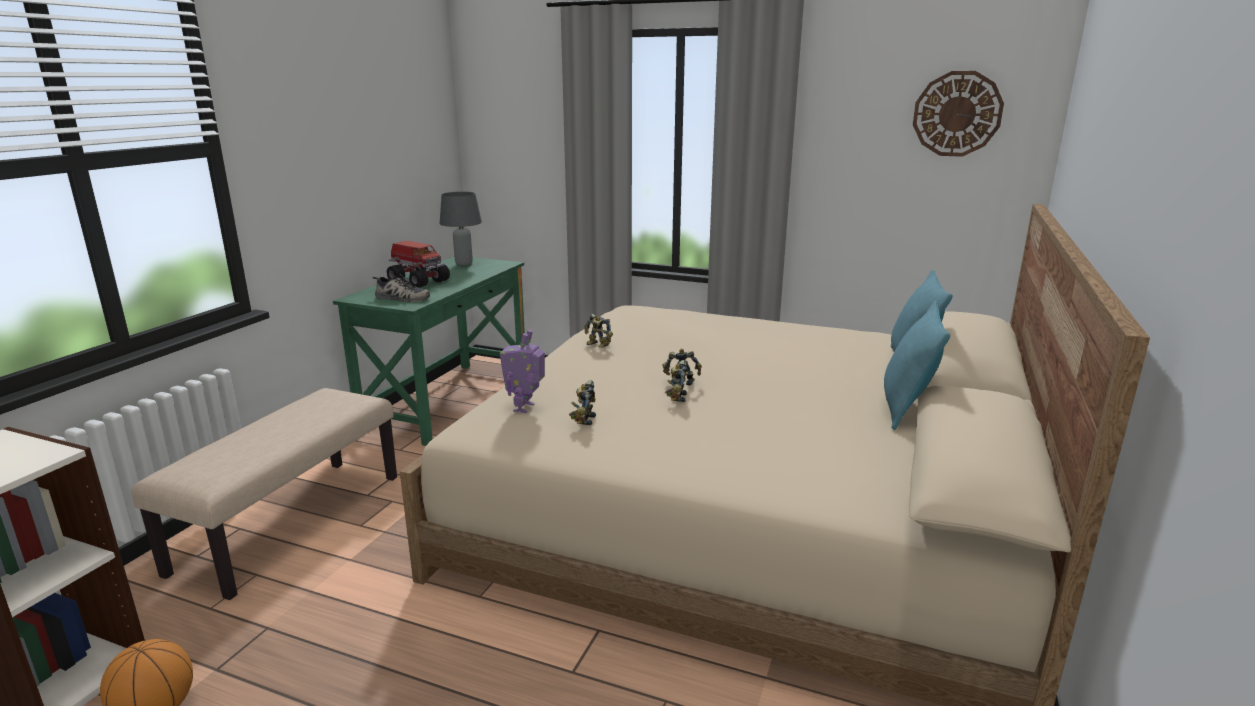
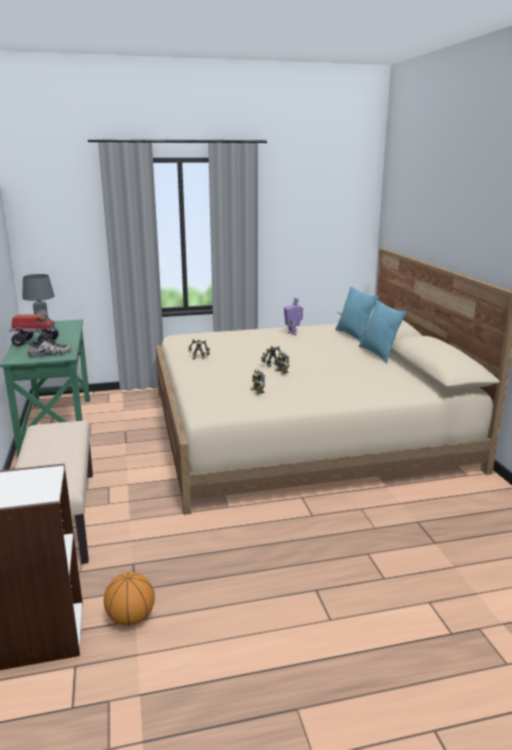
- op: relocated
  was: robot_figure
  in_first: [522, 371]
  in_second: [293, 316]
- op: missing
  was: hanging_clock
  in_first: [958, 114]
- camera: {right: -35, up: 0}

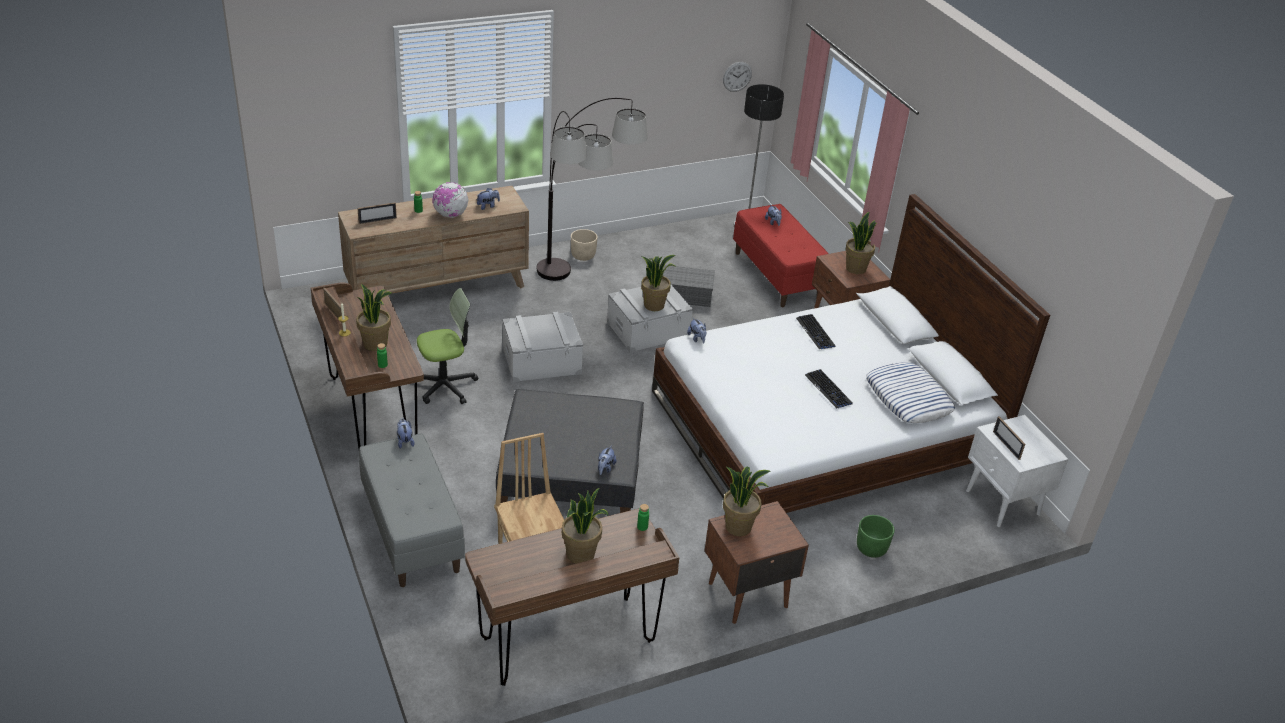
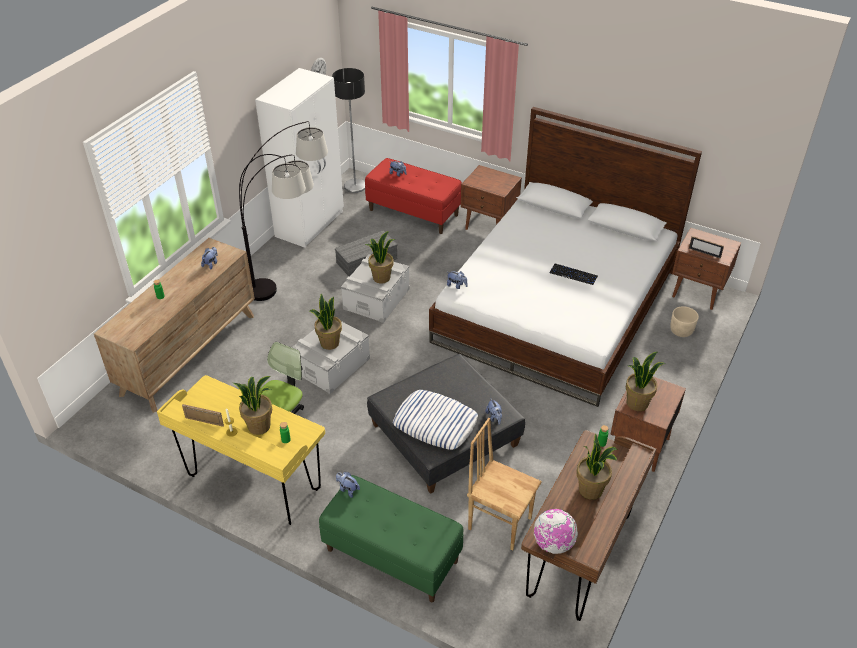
- op: colour
  was: brown-coloured_desk_table
  now: yellow_desk_table
  in_first: [367, 366]
  in_second: [241, 450]
- op: missing
  was: picture_frame
  in_first: [377, 213]
- op: colour
  was: gray_bench
  now: green_bench
  in_first: [412, 510]
  in_second: [391, 538]
- op: relocated
  was: desk_globe
  in_first: [450, 200]
  in_second: [556, 531]
- op: relocated
  was: beige-coloured_planter
  in_first: [584, 245]
  in_second: [684, 321]
- op: missing
  was: computer_keyboard
  in_first: [815, 331]
- op: relocated
  was: potted_plant
  in_first: [860, 243]
  in_second: [326, 321]
- op: missing
  was: green_planter
  in_first: [876, 536]
- op: relocated
  was: cushion
  in_first: [910, 392]
  in_second: [435, 420]
- op: colour
  was: white_bedside_table
  now: brown-coloured_bedside_table
  in_first: [1017, 471]
  in_second: [706, 269]
- op: appeared
  now: white_clothes_cupboard
  in_second: [299, 158]
- camera: {right: -35, up: 5}

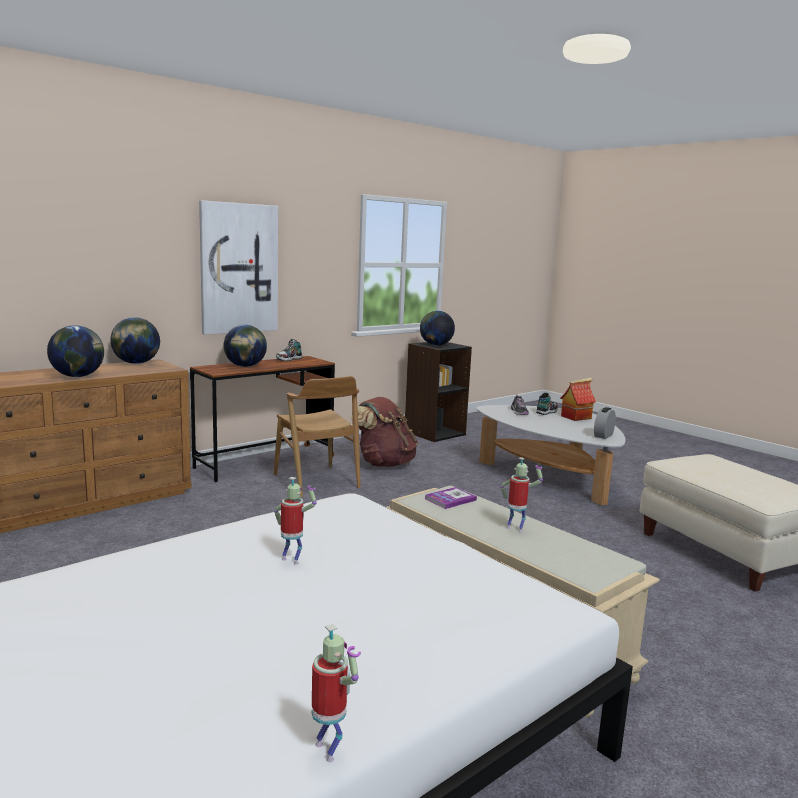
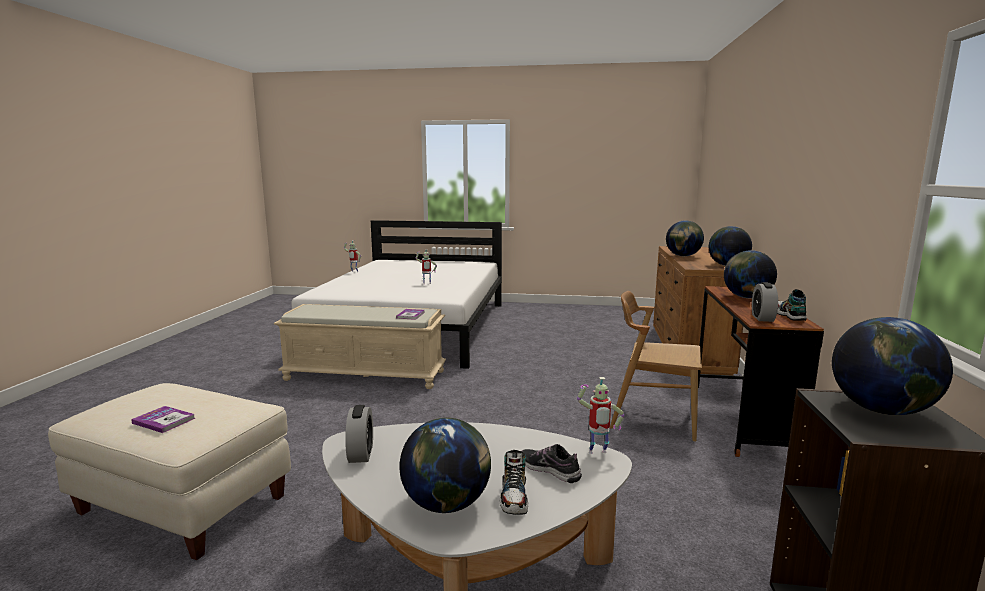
- op: missing
  was: wall_art
  in_first: [238, 267]
- op: missing
  was: brown-coloured_knapsack
  in_first: [384, 432]
- op: relocated
  was: robot_figure
  in_first: [521, 495]
  in_second: [601, 415]
- op: exchanged
  was: miniature_house
  now: desk_globe
  in_first: [578, 399]
  in_second: [445, 465]
- op: appeared
  now: volume
  in_second: [163, 419]
- op: appeared
  now: bedside_clock
  in_second: [765, 302]
- camera: {right: 140, up: 0}

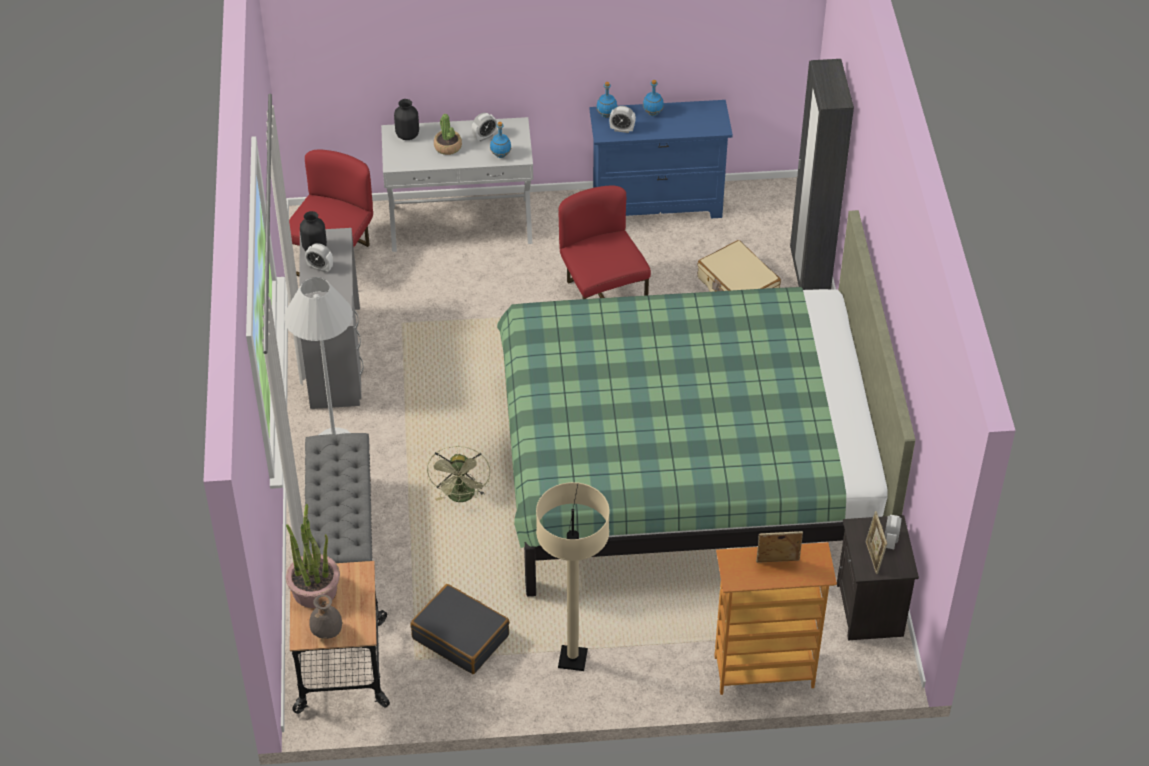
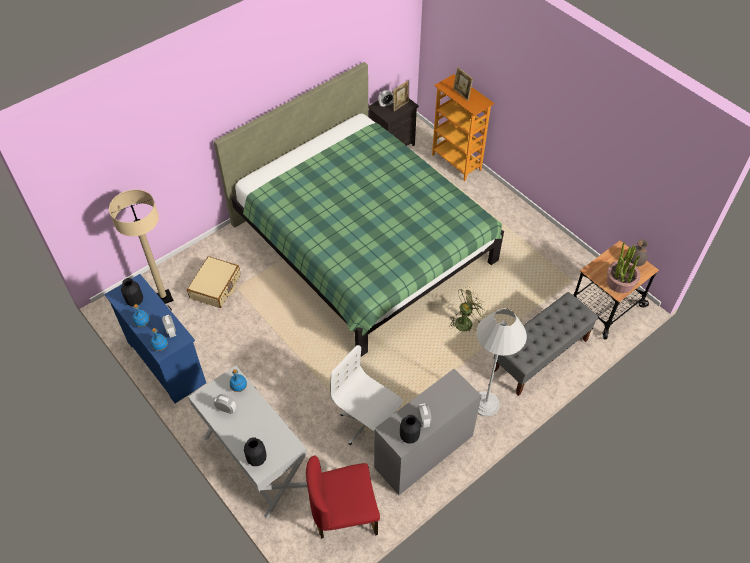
- op: missing
  was: black_suitcase
  in_first: [460, 629]
- op: missing
  was: potted_plant
  in_first: [448, 134]
- op: relocated
  was: beige-coloured_floor_lamp
  in_first: [573, 576]
  in_second: [141, 246]
- op: missing
  was: red-coloured_chair
  in_first: [605, 242]
- op: missing
  was: black_clothes_cupboard
  in_first: [822, 174]
- op: appeared
  now: black_decorative_vase
  in_second: [132, 292]
- op: appeared
  now: white_office_chair
  in_second: [366, 395]
- camera: {right: -125, up: 5}

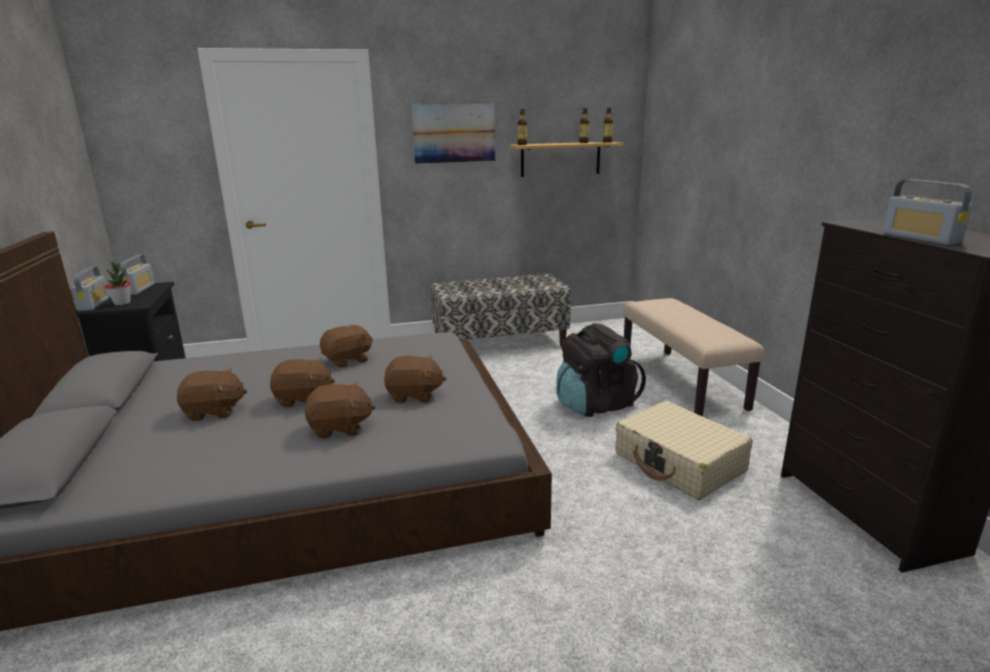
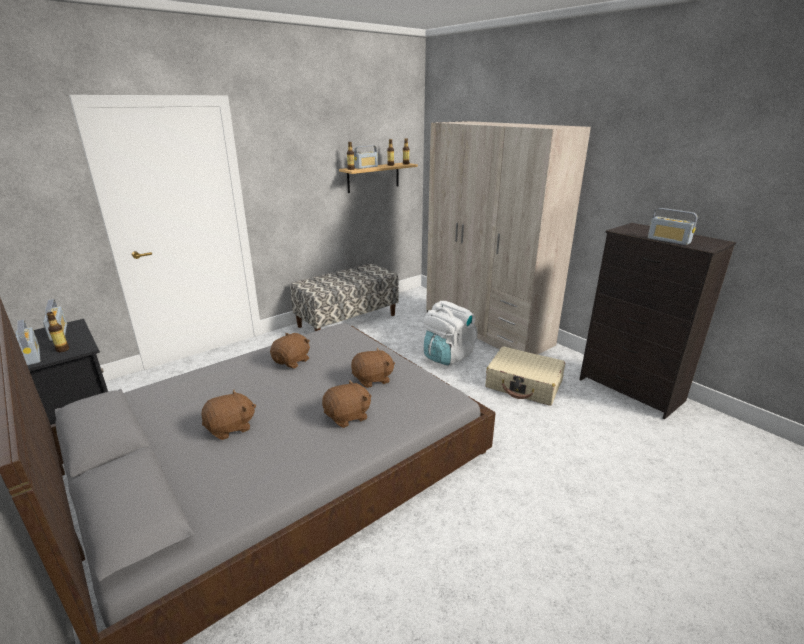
- op: exchanged
  was: potted_plant
  now: beverage_bottle
  in_first: [118, 283]
  in_second: [58, 332]
- op: missing
  was: brown-coloured_cuddly_toy
  in_first: [302, 382]
- op: missing
  was: wall_art
  in_first: [453, 134]
- op: colour
  was: black_knapsack
  now: white_knapsack
  in_first: [601, 370]
  in_second: [450, 333]
- op: exchanged
  was: beige-coloured_bench
  now: beige-coloured_clothes_cupboard
  in_first: [693, 357]
  in_second: [508, 238]
- op: appeared
  now: radio_set
  in_second: [366, 157]
- camera: {right: -25, up: 5}

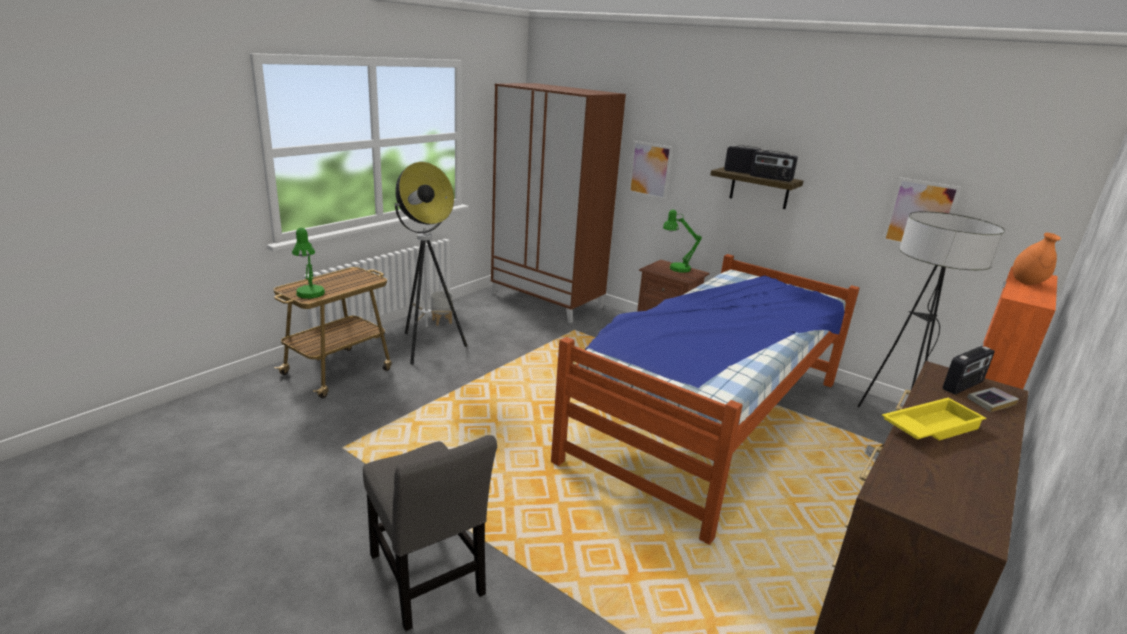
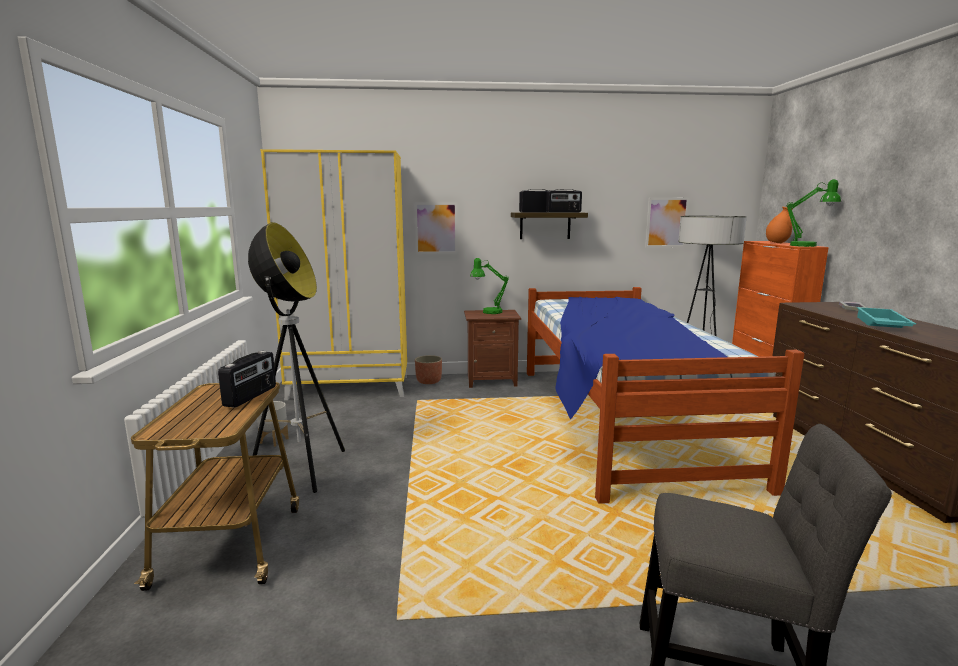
- op: relocated
  was: green_table_lamp
  in_first: [308, 263]
  in_second: [813, 213]
- op: colour
  was: brown-coloured_clothes_cupboard
  now: yellow_clothes_cupboard
  in_first: [558, 203]
  in_second: [333, 274]
- op: colour
  was: yellow_tray
  now: turquoise-coloured_tray
  in_first: [934, 419]
  in_second: [886, 317]
- op: relocated
  was: radio_set
  in_first: [969, 370]
  in_second: [247, 379]
- op: appeared
  now: planter
  in_second: [428, 369]
- camera: {right: -40, up: -10}

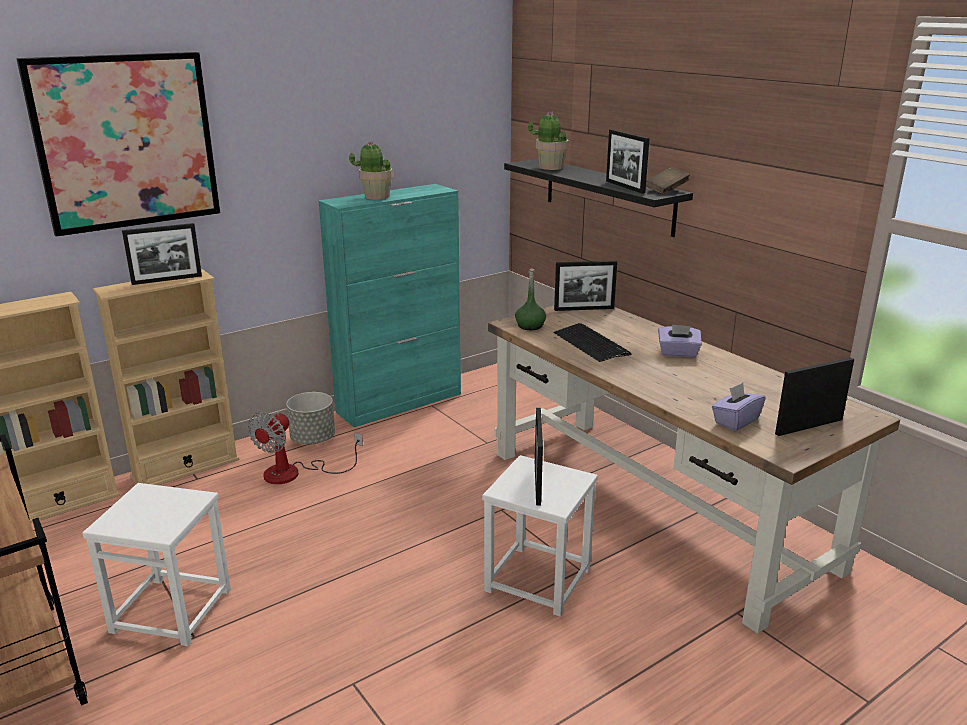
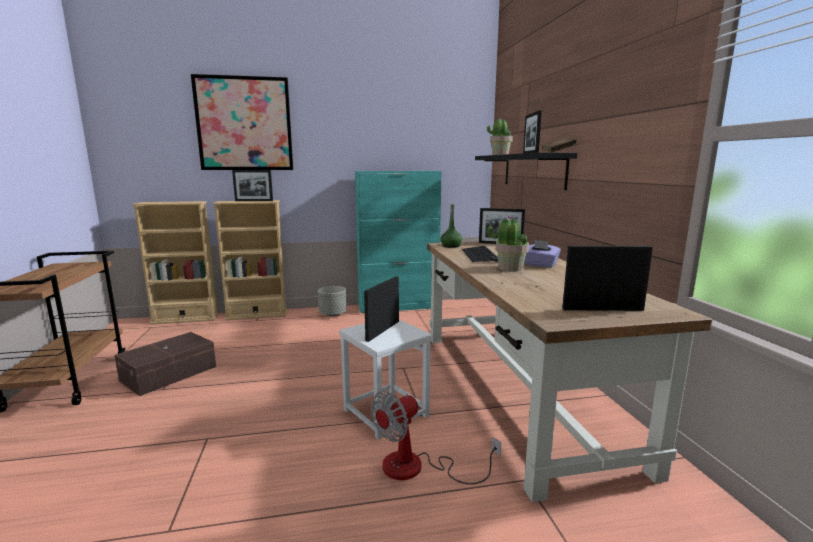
- op: exchanged
  was: white_stool_seat
  now: brown-coloured_storage_bin
  in_first: [157, 564]
  in_second: [165, 364]
- op: relocated
  was: fan
  in_first: [305, 448]
  in_second: [436, 437]
- op: relocated
  was: potted_plant
  in_first: [371, 170]
  in_second: [508, 244]
- op: missing
  was: purple-coloured_tissue_holder
  in_first: [739, 407]
- camera: {right: 25, up: -10}

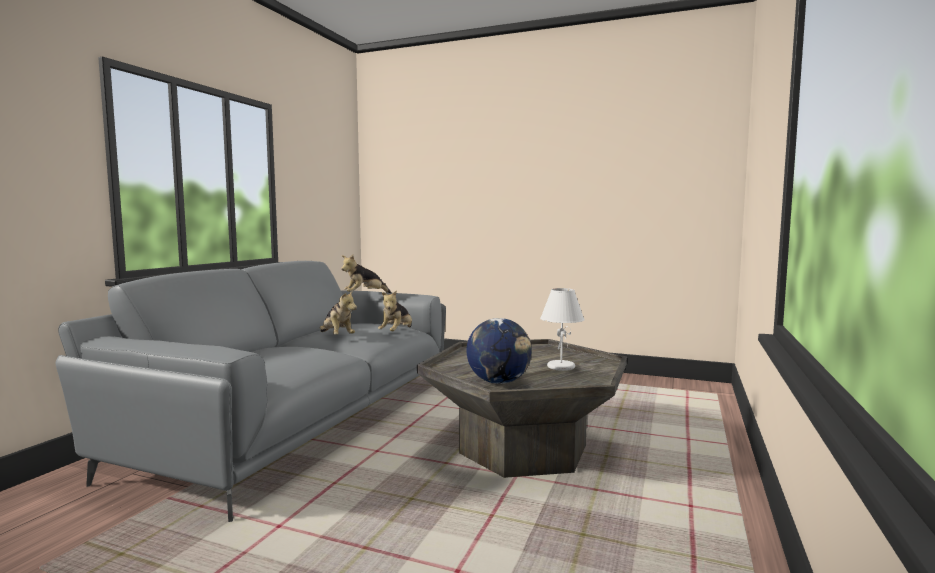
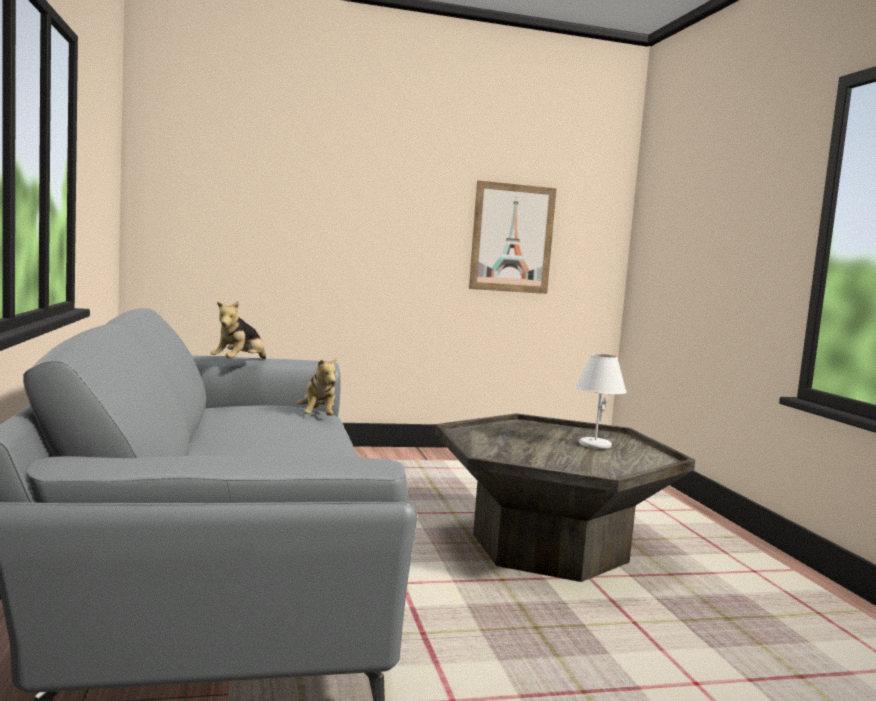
- op: missing
  was: cuddly_toy
  in_first: [338, 312]
- op: missing
  was: desk_globe
  in_first: [499, 351]
- op: appeared
  now: wall_art
  in_second: [513, 237]
- camera: {right: -35, up: 0}

